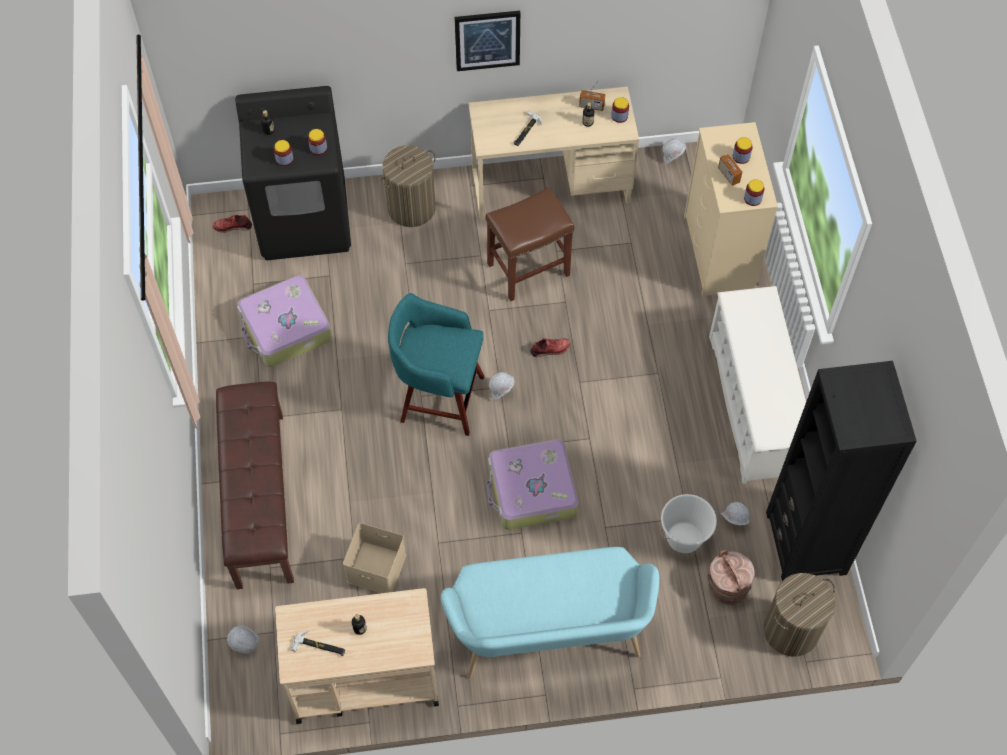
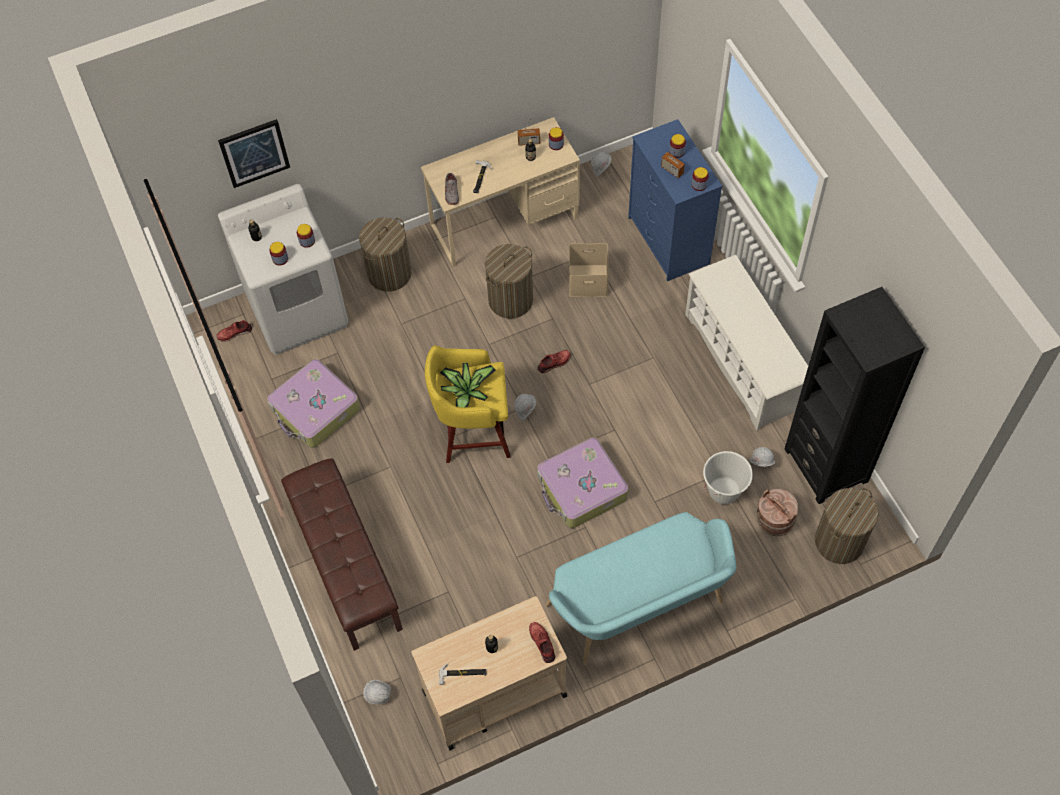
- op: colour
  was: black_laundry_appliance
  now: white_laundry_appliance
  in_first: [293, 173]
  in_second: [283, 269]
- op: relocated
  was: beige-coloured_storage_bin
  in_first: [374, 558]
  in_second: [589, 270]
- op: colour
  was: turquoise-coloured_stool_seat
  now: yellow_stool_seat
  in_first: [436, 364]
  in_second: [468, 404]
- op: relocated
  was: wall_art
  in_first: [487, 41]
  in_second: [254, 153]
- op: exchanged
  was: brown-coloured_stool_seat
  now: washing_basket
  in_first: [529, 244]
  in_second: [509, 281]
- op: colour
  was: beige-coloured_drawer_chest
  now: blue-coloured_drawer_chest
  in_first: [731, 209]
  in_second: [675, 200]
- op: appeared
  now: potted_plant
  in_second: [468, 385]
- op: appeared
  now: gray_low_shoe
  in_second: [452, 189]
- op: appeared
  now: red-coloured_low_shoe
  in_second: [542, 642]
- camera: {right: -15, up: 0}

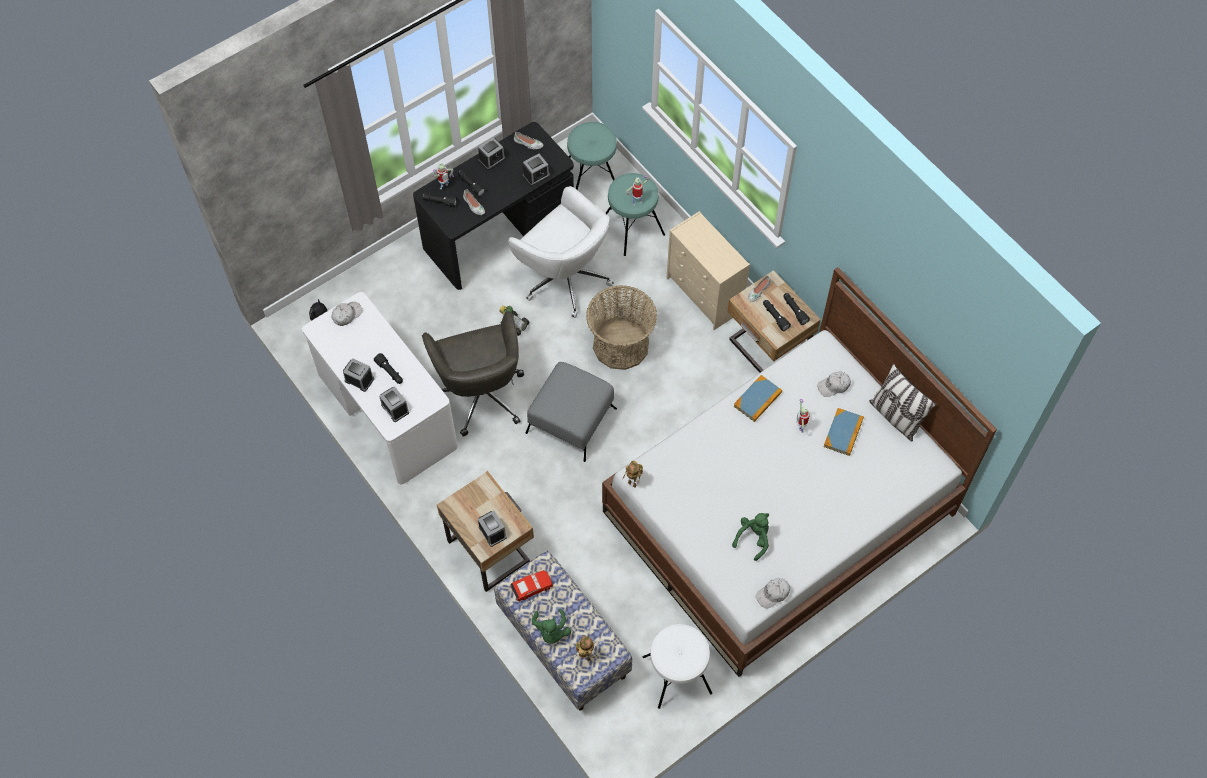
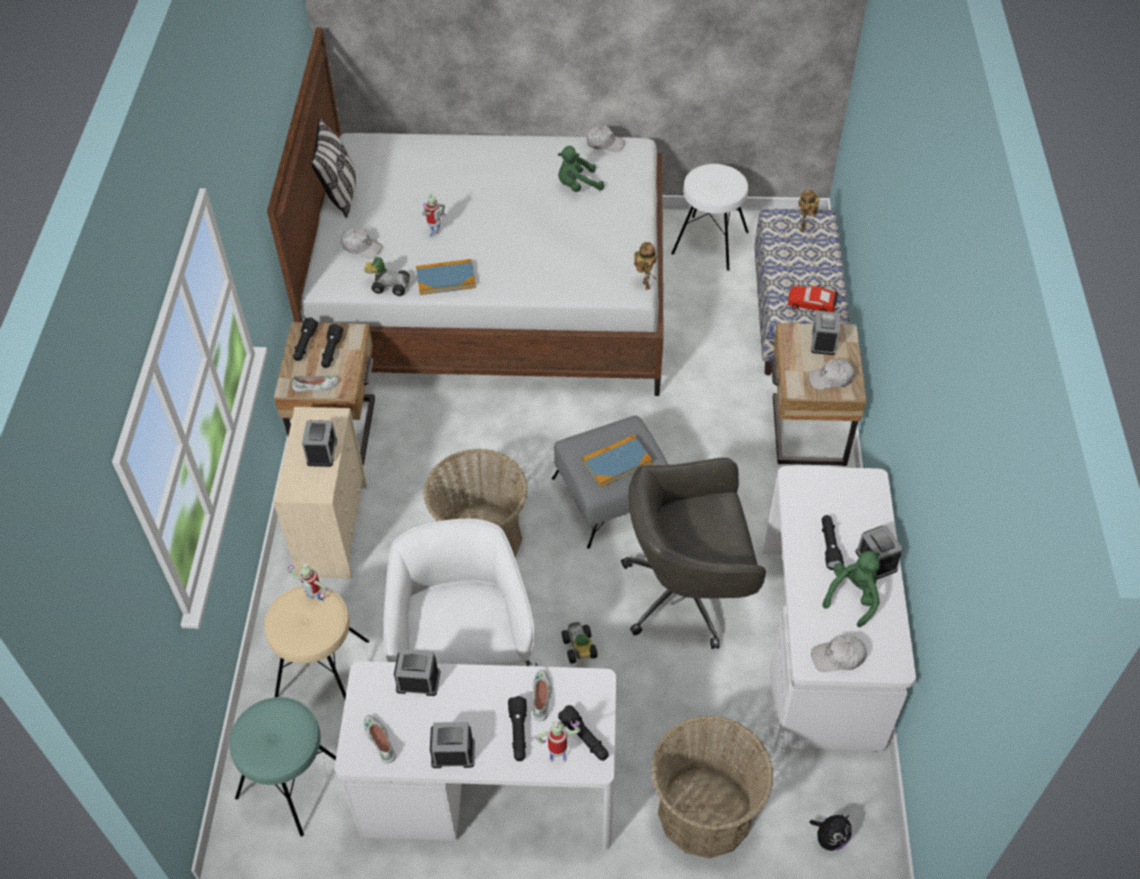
- op: relocated
  was: bedside_clock
  in_first: [394, 404]
  in_second: [319, 443]
- op: colour
  was: black_desk_table
  now: white_desk_table
  in_first: [493, 206]
  in_second: [475, 755]
- op: spun
  was: gray_office_chair
  in_first: [473, 374]
  in_second: [693, 553]
  clockwise: -120
- op: relocated
  was: green_cuddly_toy
  in_first: [551, 626]
  in_second: [851, 589]
- op: colour
  was: turquoise-coloured_stool_seat
  now: beige-coloured_stool_seat
  in_first: [635, 214]
  in_second: [316, 643]
- op: relocated
  was: volume
  in_first: [844, 432]
  in_second: [617, 461]
- op: appeared
  now: toy_car
  in_second: [387, 276]
- op: appeared
  now: household_basket
  in_second: [712, 786]
- op: appeared
  now: white_baseball_cap
  in_second: [831, 374]
- camera: {right: -140, up: -10}

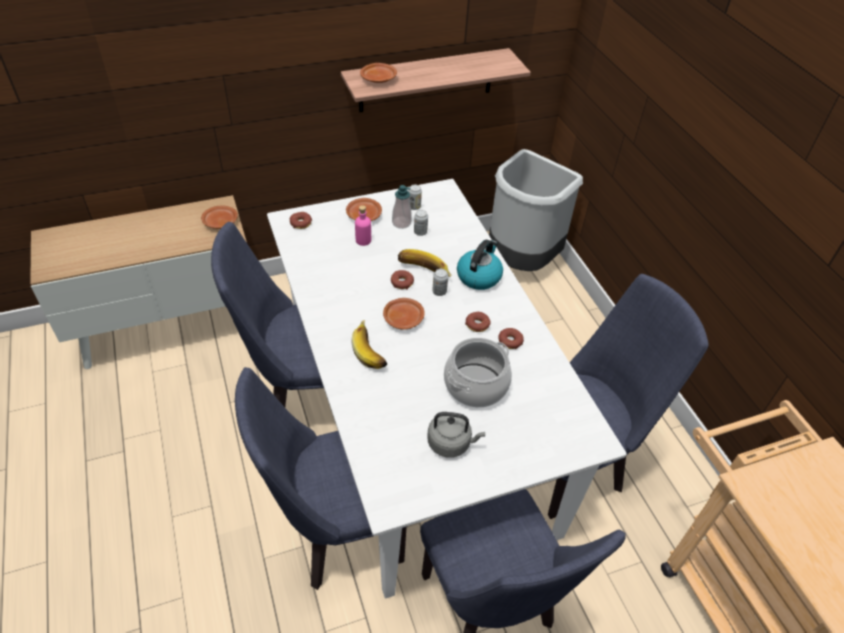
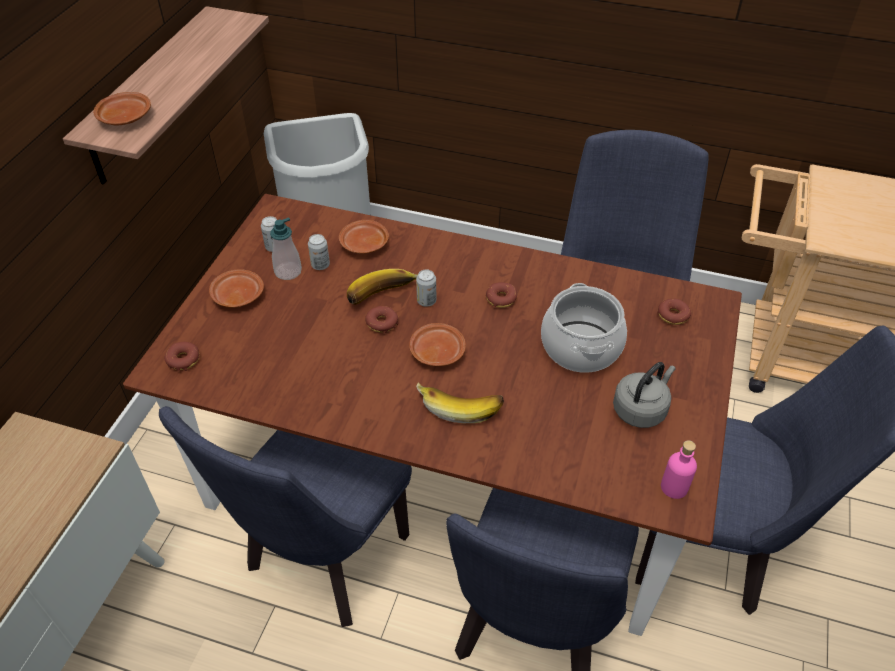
- op: relocated
  was: brown-coloured_dinner_plate
  in_first: [219, 217]
  in_second: [364, 237]
- op: colour
  was: white_dinner_table
  now: brown-coloured_dinner_table
  in_first: [447, 389]
  in_second: [432, 415]
- op: relocated
  was: pinkish_beverage_bottle
  in_first: [363, 225]
  in_second: [679, 469]
- op: missing
  was: water_kettle
  in_first: [480, 265]
- op: relocated
  was: ring_doughnut
  in_first: [511, 338]
  in_second: [674, 312]
- camera: {right: -50, up: 0}

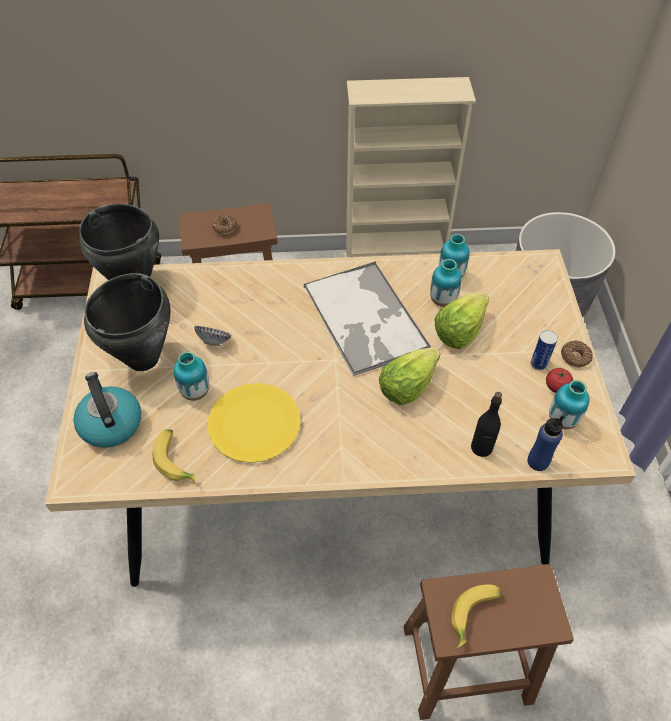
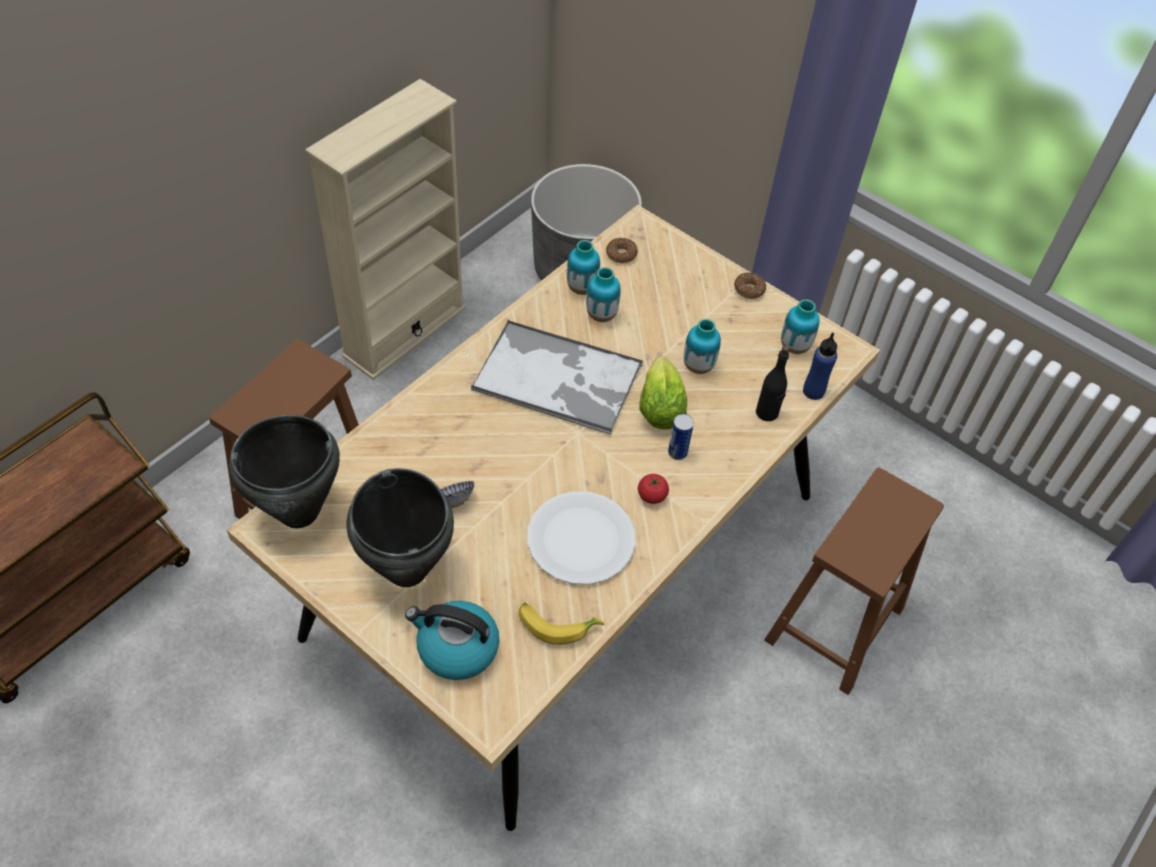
- op: relocated
  was: decorative_vase
  in_first: [191, 376]
  in_second: [702, 346]
- op: colour
  was: yellow_dinner_plate
  now: white_dinner_plate
  in_first: [254, 423]
  in_second: [581, 538]
- op: relocated
  was: ring_doughnut
  in_first: [224, 225]
  in_second: [622, 250]
- op: missing
  was: lettuce
  in_first: [462, 321]
- op: missing
  was: banana
  in_first: [477, 616]
- op: relocated
  was: sealed_can
  in_first: [544, 350]
  in_second: [681, 437]
- op: relocated
  was: tomato
  in_first: [559, 380]
  in_second: [653, 489]
- camera: {right: -50, up: 0}

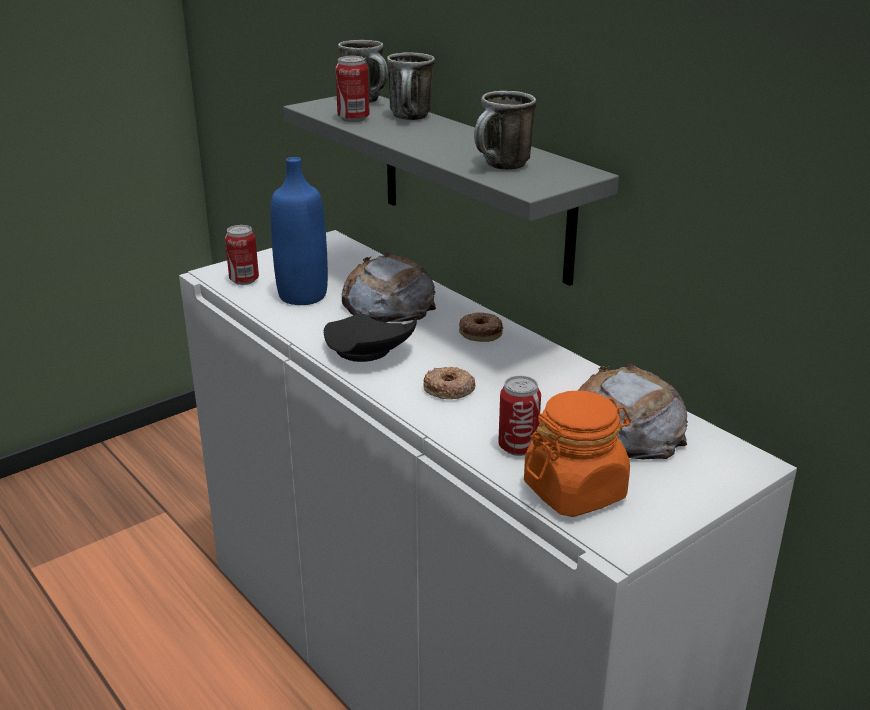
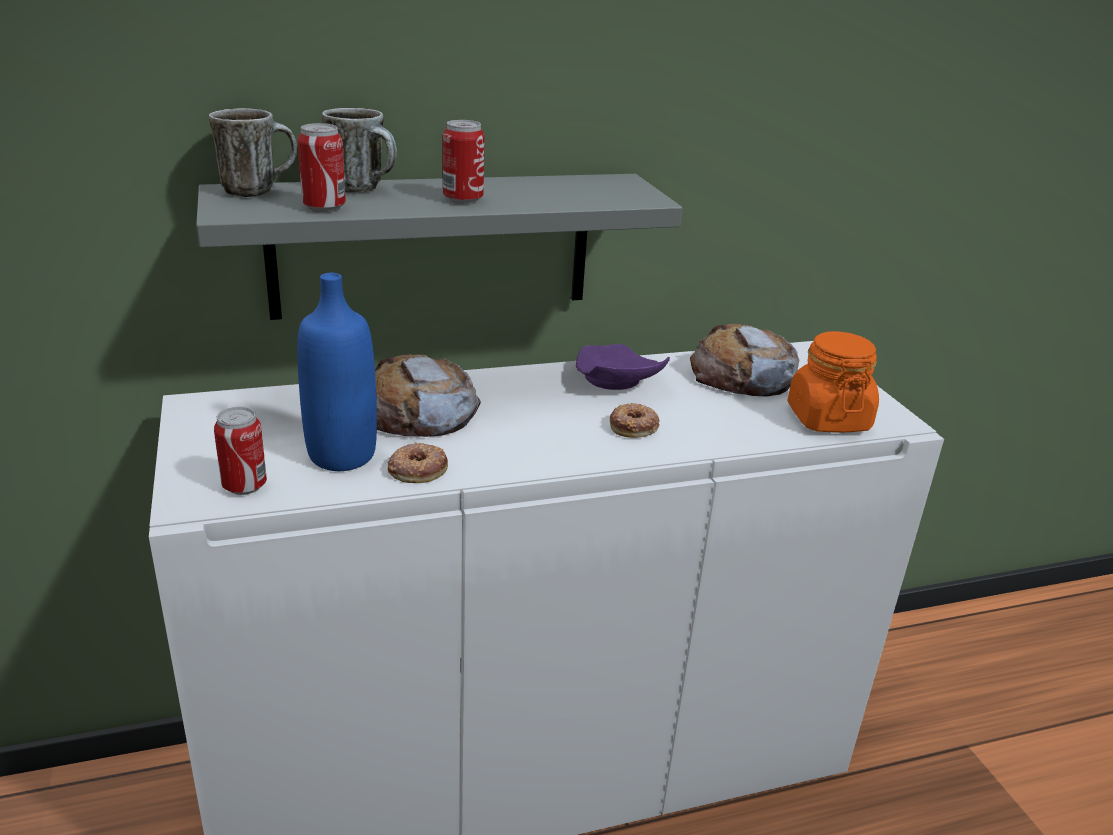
- op: missing
  was: black_dinner_plate
  in_first: [370, 338]
- op: relocated
  was: ring_doughnut
  in_first: [481, 327]
  in_second: [418, 462]
- op: missing
  was: coffee_mug
  in_first: [505, 130]
- op: relocated
  was: sealed_can
  in_first: [519, 416]
  in_second: [464, 162]
- op: appeared
  now: purple-coloured_dinner_plate
  in_second: [623, 367]
- camera: {right: -70, up: 0}

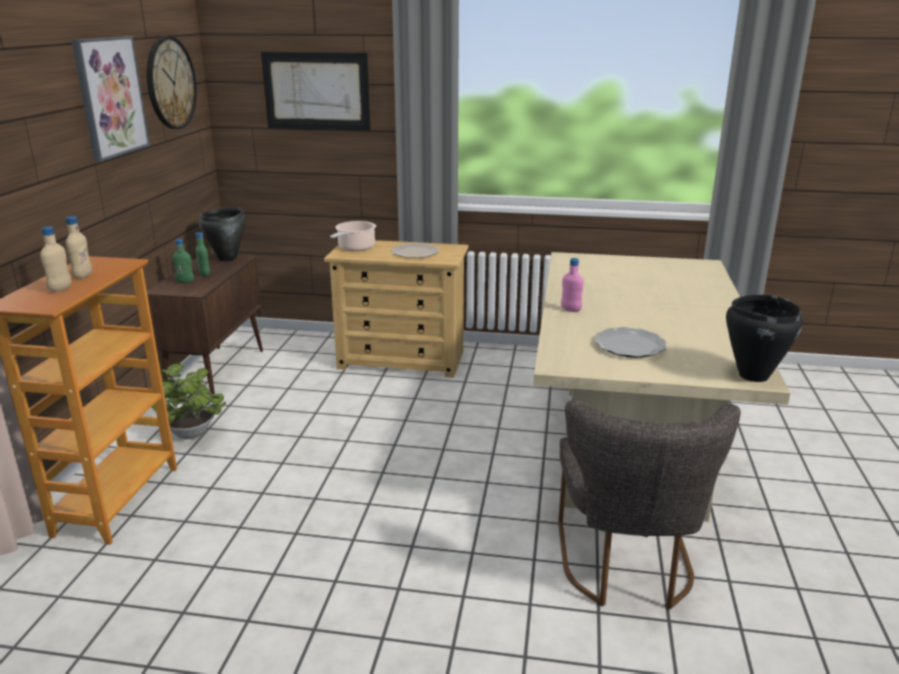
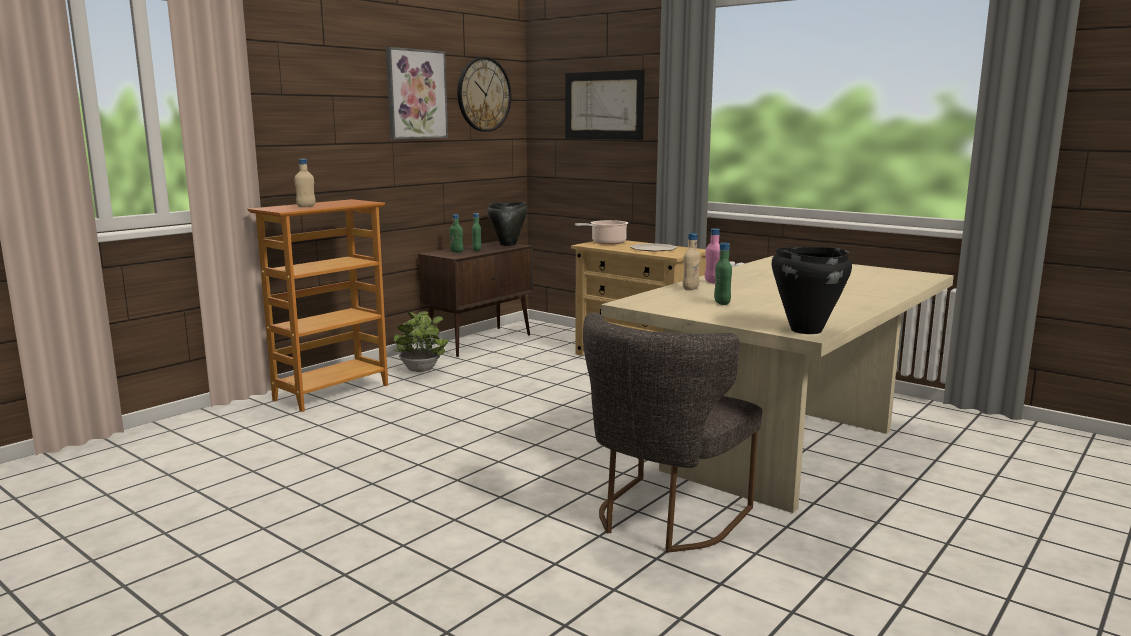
- op: relocated
  was: beige-coloured_beverage_bottle
  in_first: [79, 247]
  in_second: [691, 261]
- op: exchanged
  was: dinner_plate
  now: green_beverage_bottle
  in_first: [630, 342]
  in_second: [723, 274]
- camera: {right: 30, up: -10}

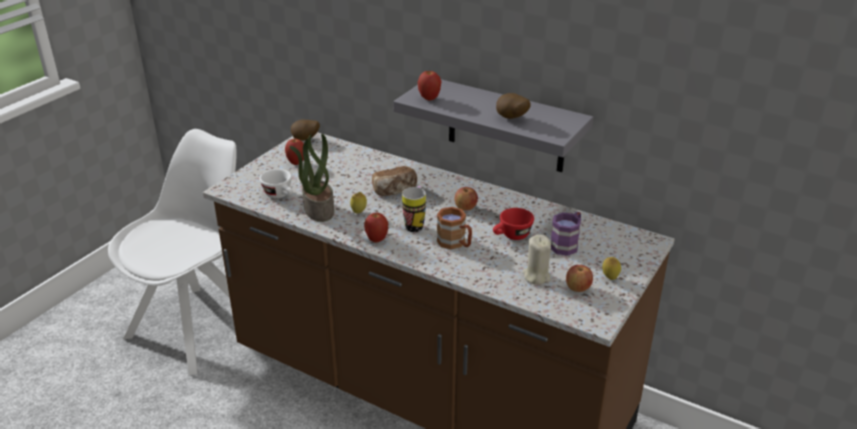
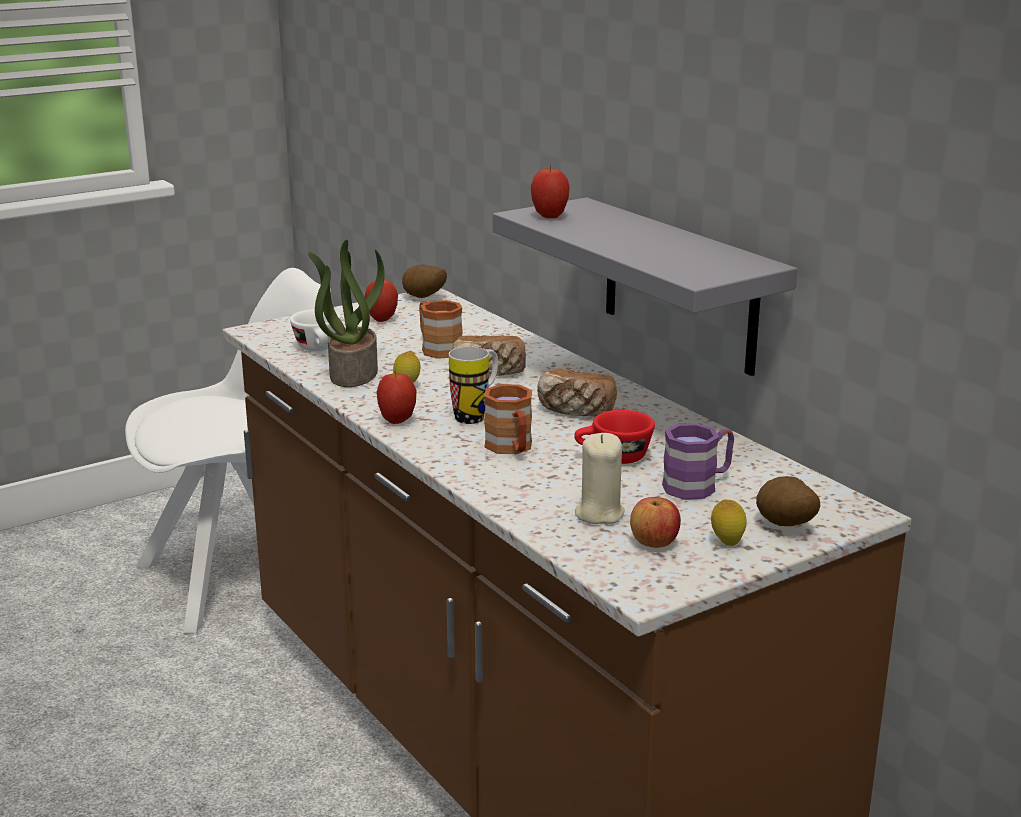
- op: exchanged
  was: whole_apple
  now: bread
  in_first: [466, 199]
  in_second: [577, 392]
- op: relocated
  was: whole_potato
  in_first: [513, 106]
  in_second: [788, 501]
- op: appeared
  now: brown-coloured_coffee_mug
  in_second: [441, 329]
- camera: {right: 25, up: -10}

